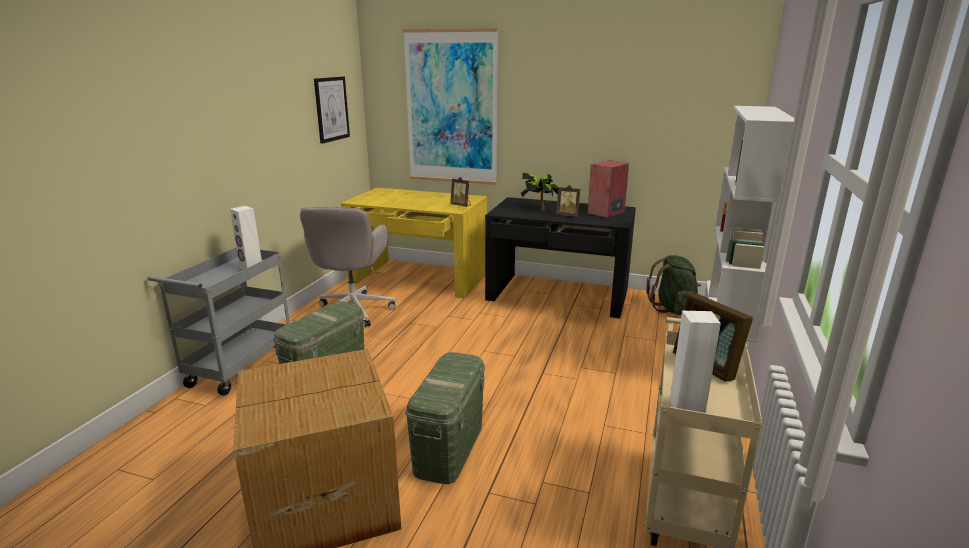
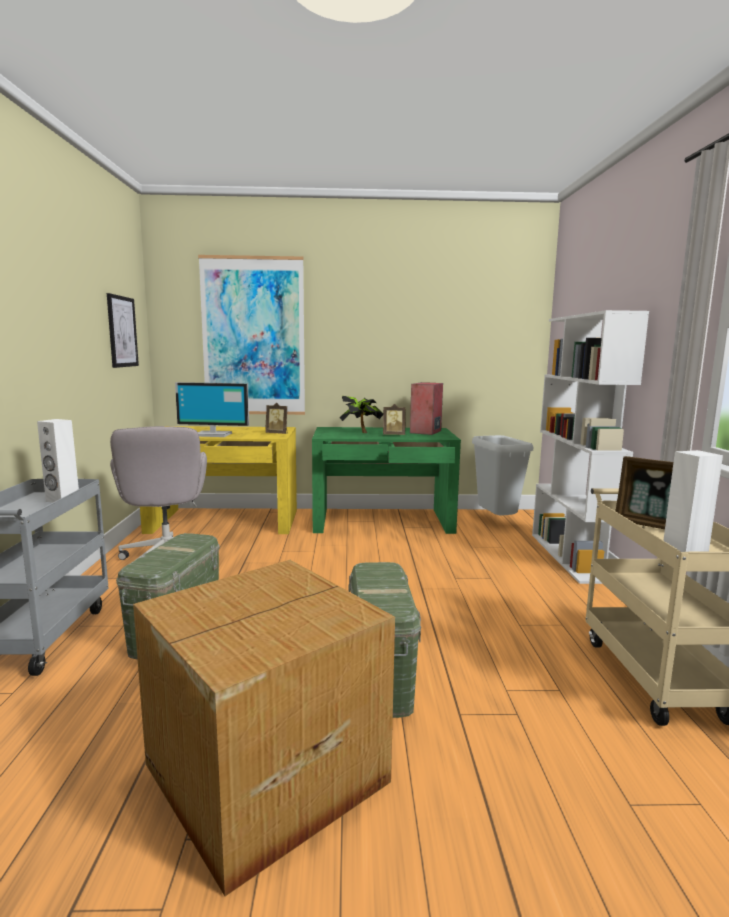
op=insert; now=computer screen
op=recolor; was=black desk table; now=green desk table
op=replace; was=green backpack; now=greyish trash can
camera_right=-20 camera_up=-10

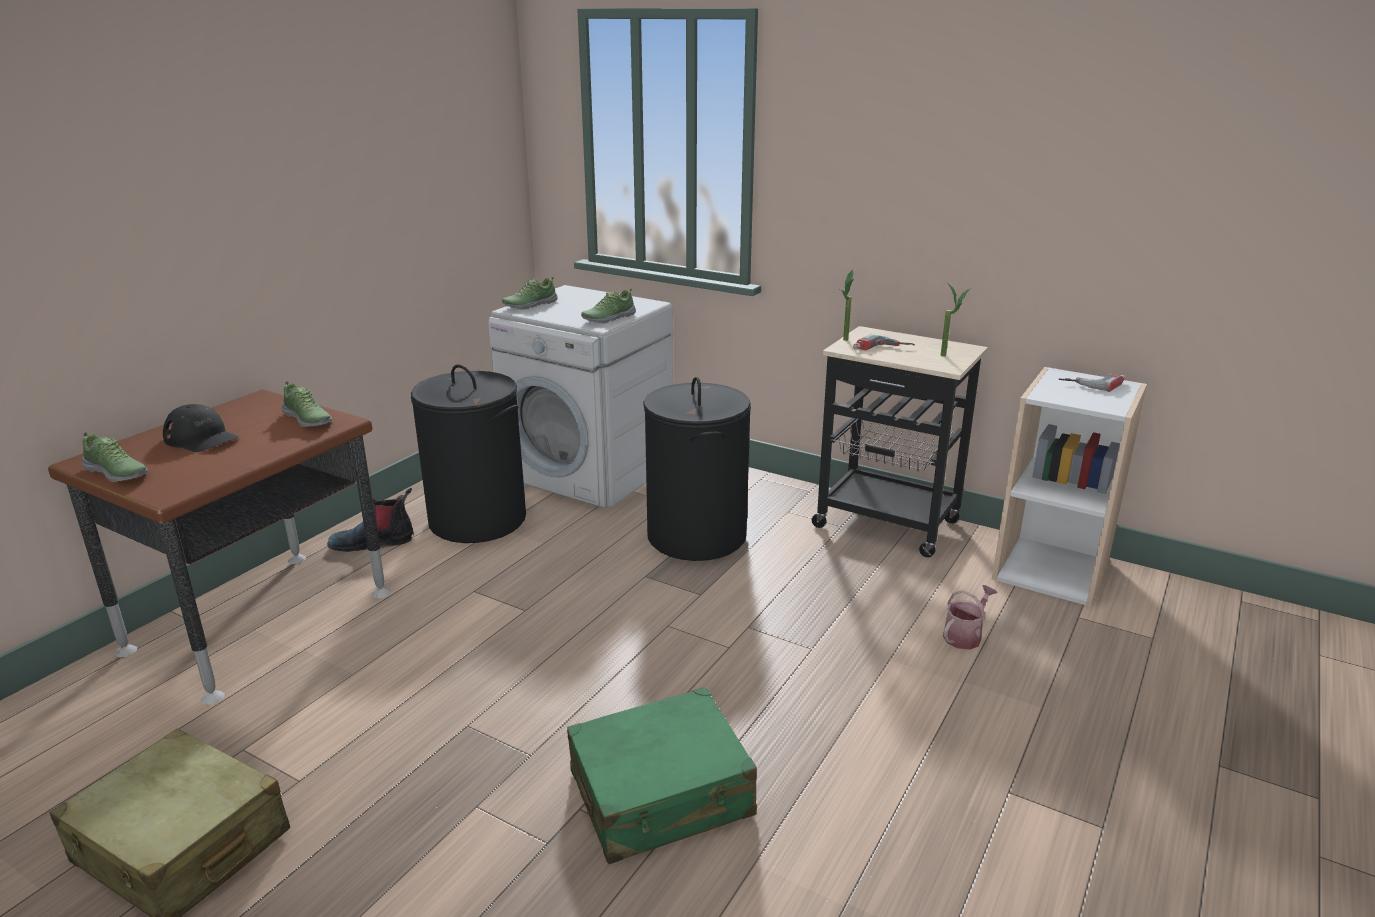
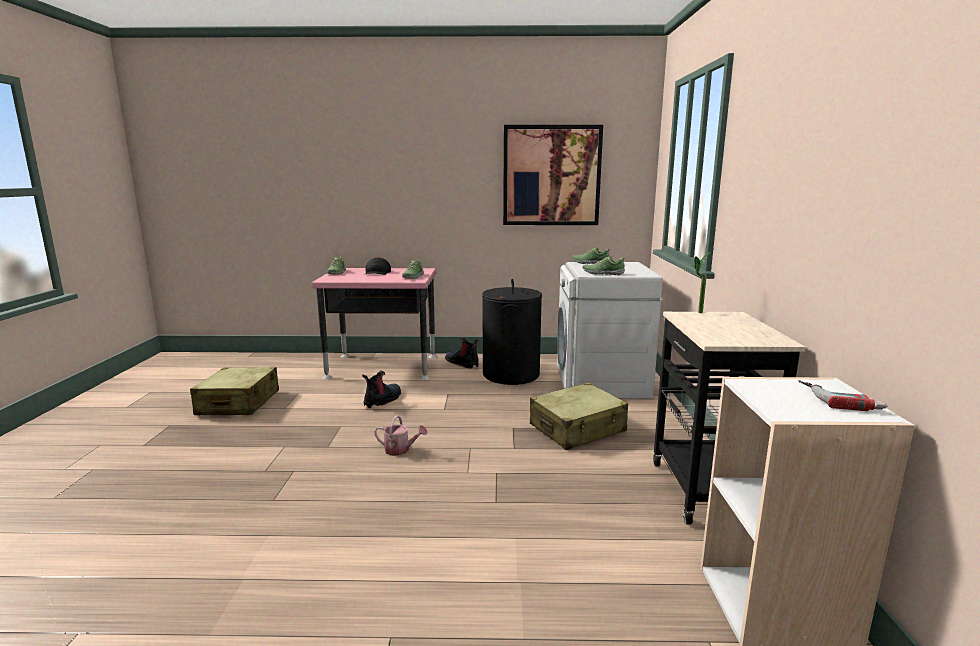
op=recolor; was=brownish desk table; now=pink desk table
op=insert; now=tall boot (1st from left)
op=move; was=watering can
op=insert; now=wall art
op=replace; was=black hamper (2nd from left); now=sand-coloured suitcase (2nd from left)
op=delete; was=green suitcase
op=delete; was=power drill (1st from left)
op=delete; was=potted plant (2nd from left)
camera_right=60 camera_up=-10

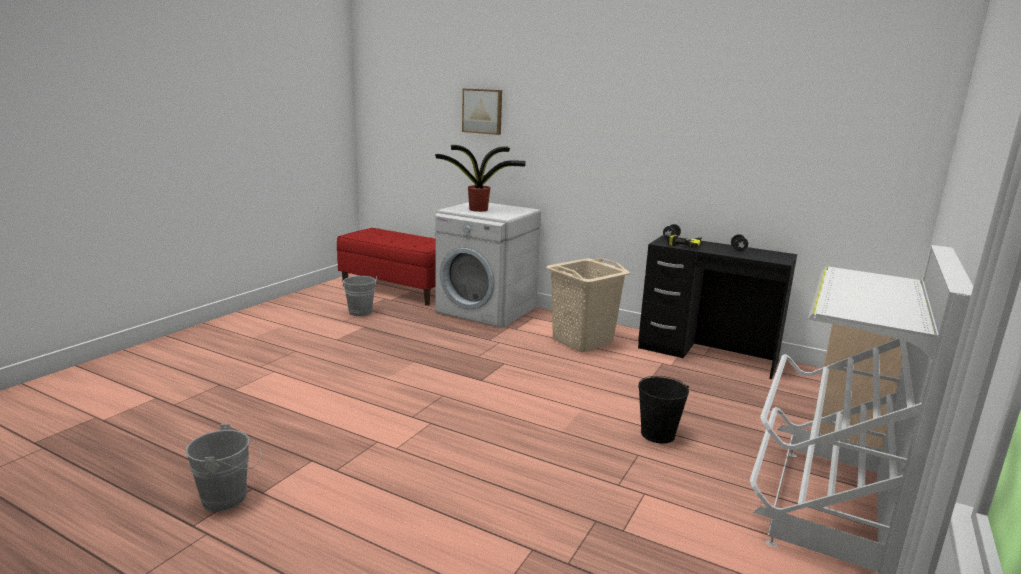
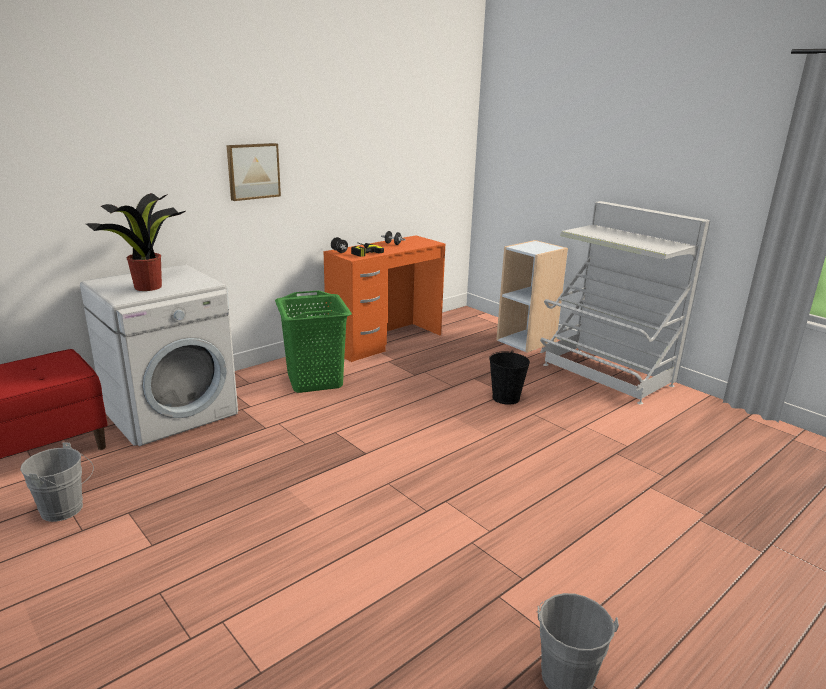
op=move; was=wall art
op=recolor; was=sand-coloured hamper; now=green hamper
op=recolor; was=black desk table; now=orange desk table
camera_right=-70 camera_up=5

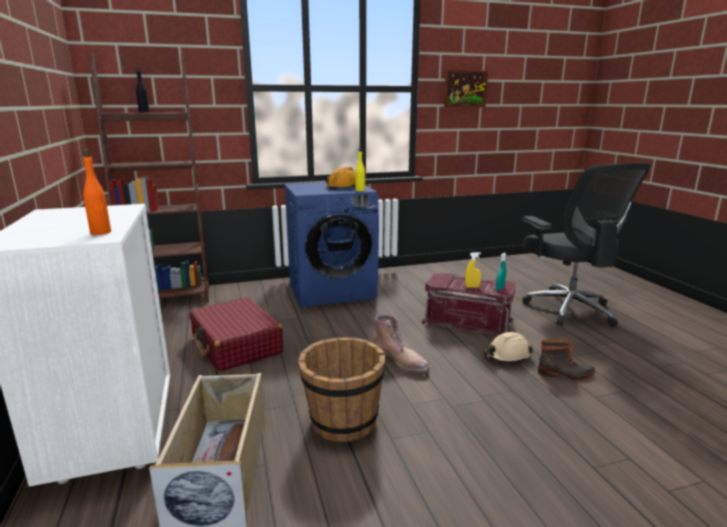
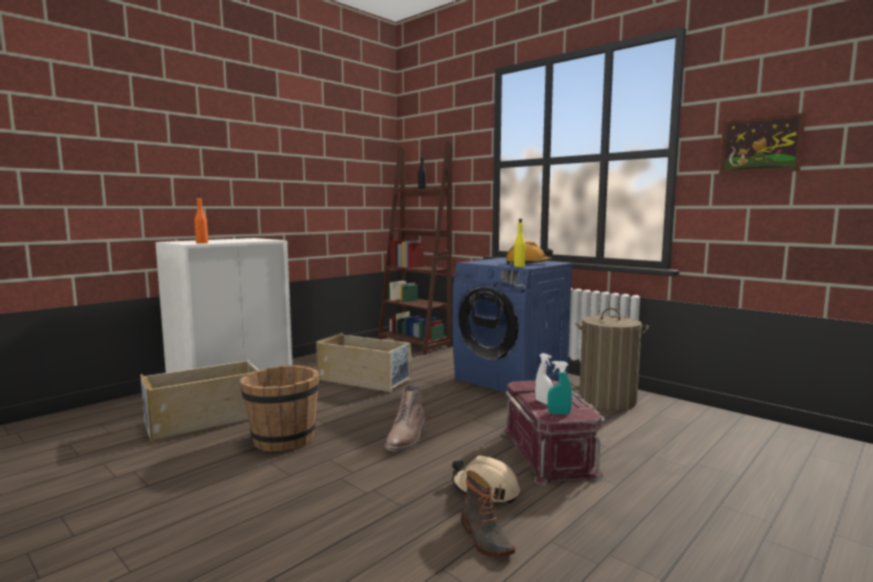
op=replace; was=reddish suitcase; now=sand-coloured storage container (2nd from left)
op=recolor; was=yellow-coloured spray bottle; now=white-coloured spray bottle
op=insert; now=hamper
op=delete; was=desk chair
camera_right=60 camera_up=-10

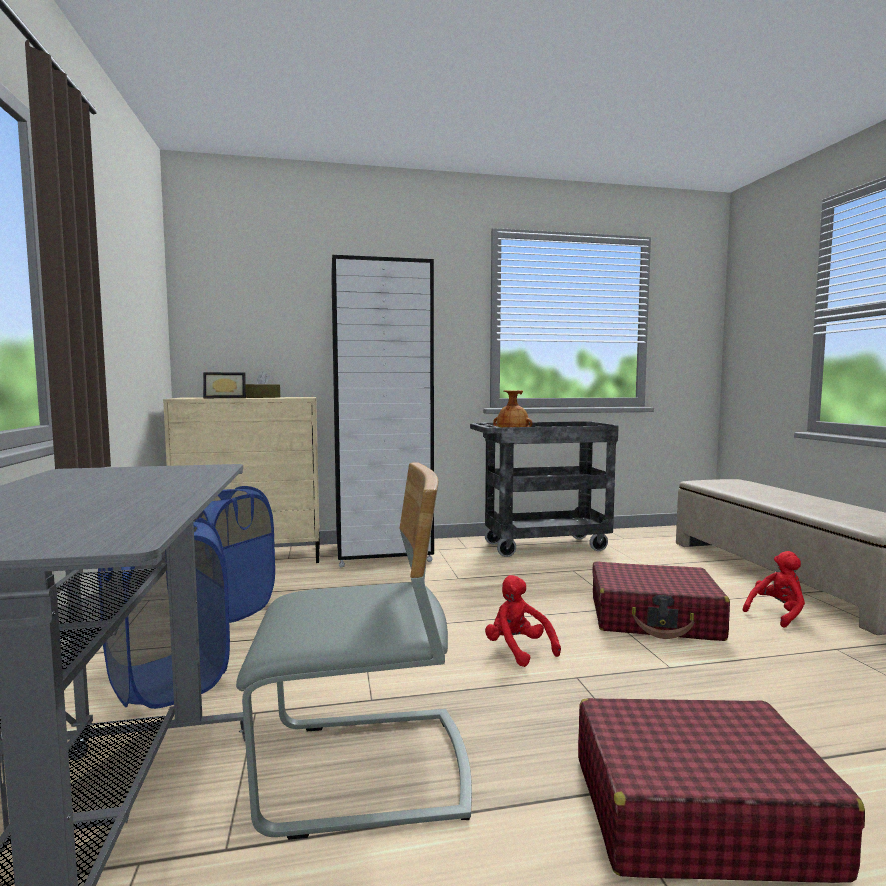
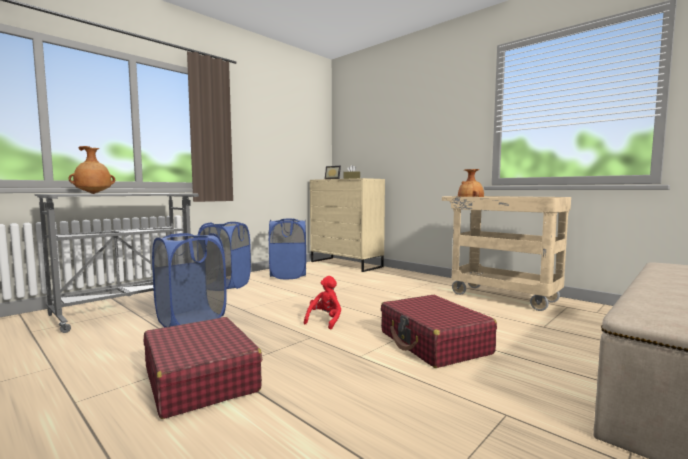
op=insert; now=brownish flower vase (1st from left)
op=replace; was=greyish upright chair; now=blue-coloured hamper (1st from left)
op=recolor; was=black cart; now=sand-coloured cart
op=delete; was=wardrobe
op=delete; was=reddish cuddly toy (2nd from left)
camera_right=55 camera_up=0

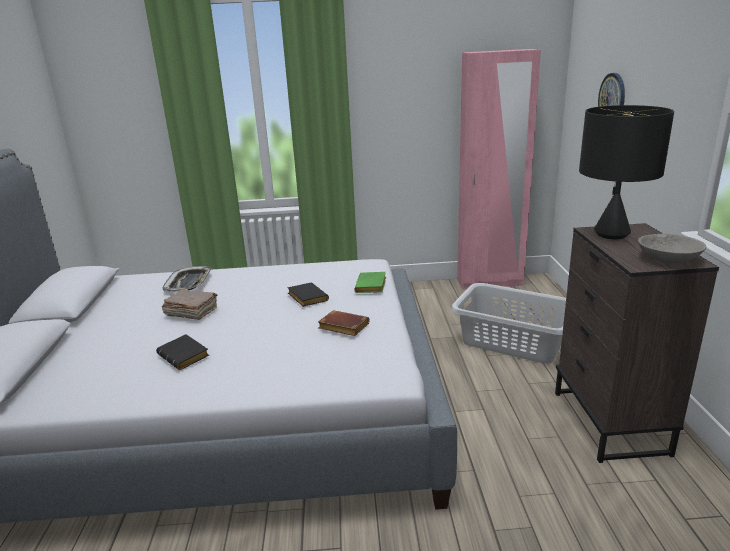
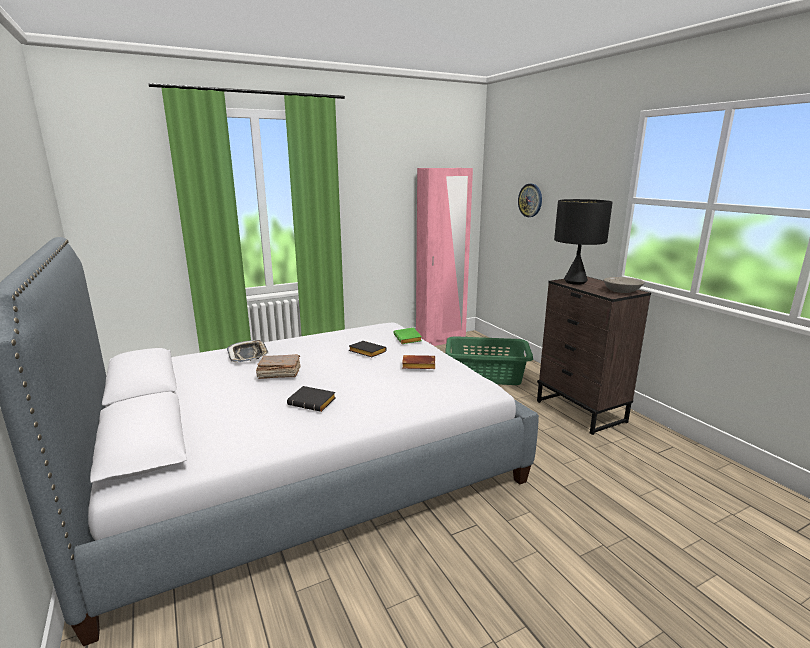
op=recolor; was=greyish hamper; now=green hamper
camera_right=-25 camera_up=-5

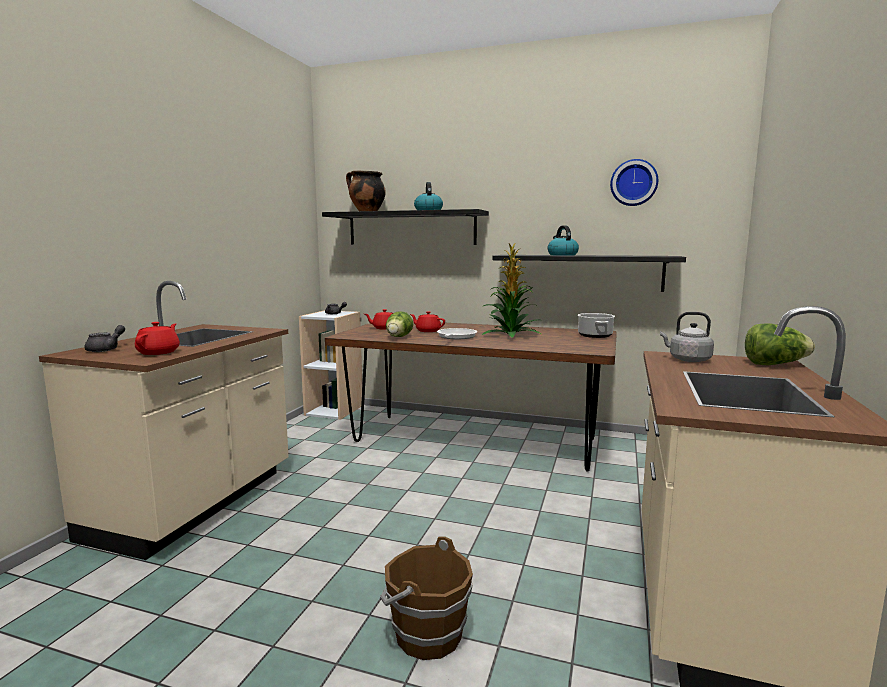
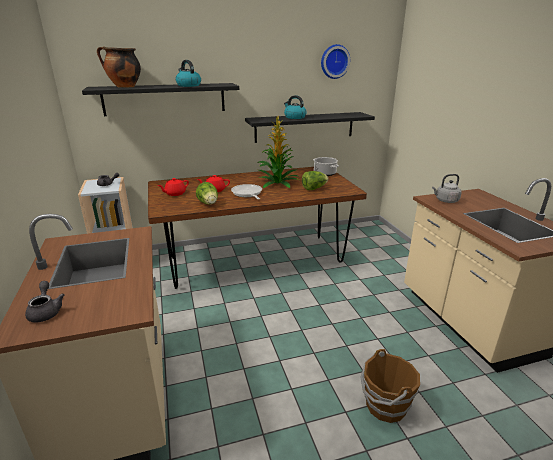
op=move; was=head of lettuce (2nd from left)
op=delete; was=reddish tea pot (1st from left)
camera_right=-35 camera_up=15

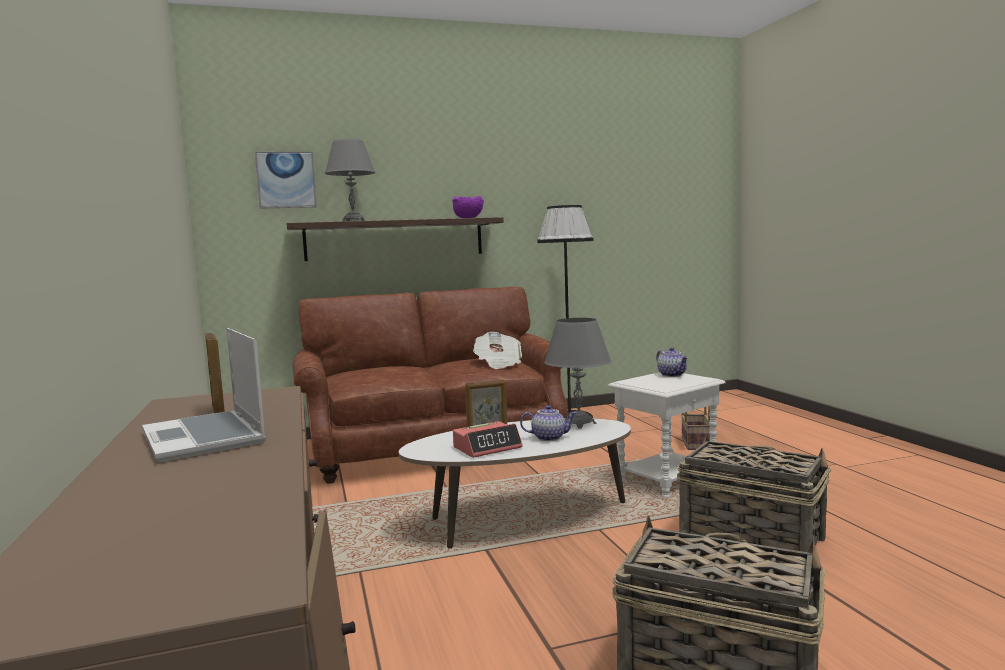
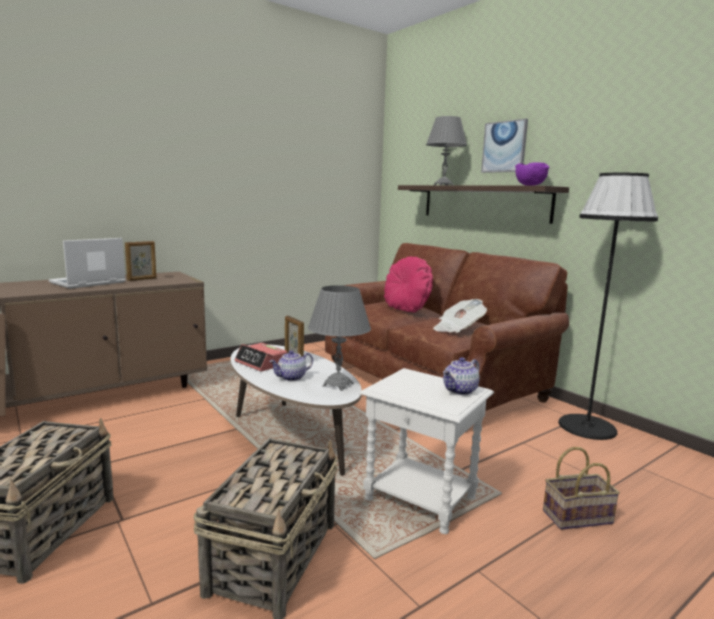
op=rotate; was=tea pot (1st from left); clockwise=75
op=insert; now=pink cushion
op=move; was=wall art
camera_right=70 camera_up=5

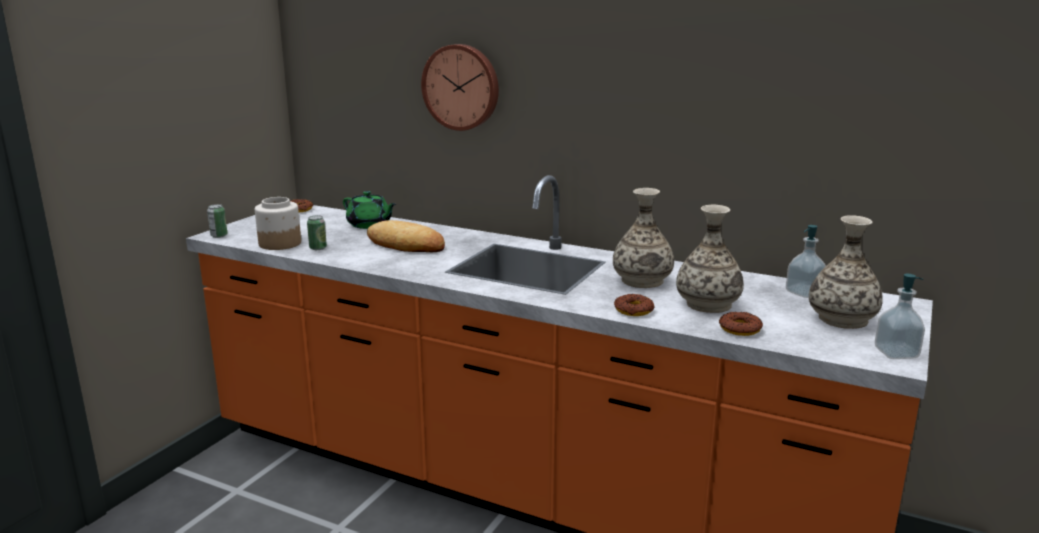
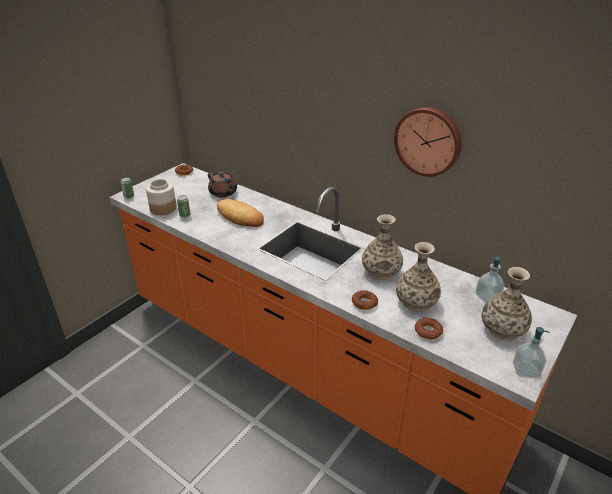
op=recolor; was=green tea pot; now=brownish tea pot
op=move; was=hanging clock
camera_right=10 camera_up=15

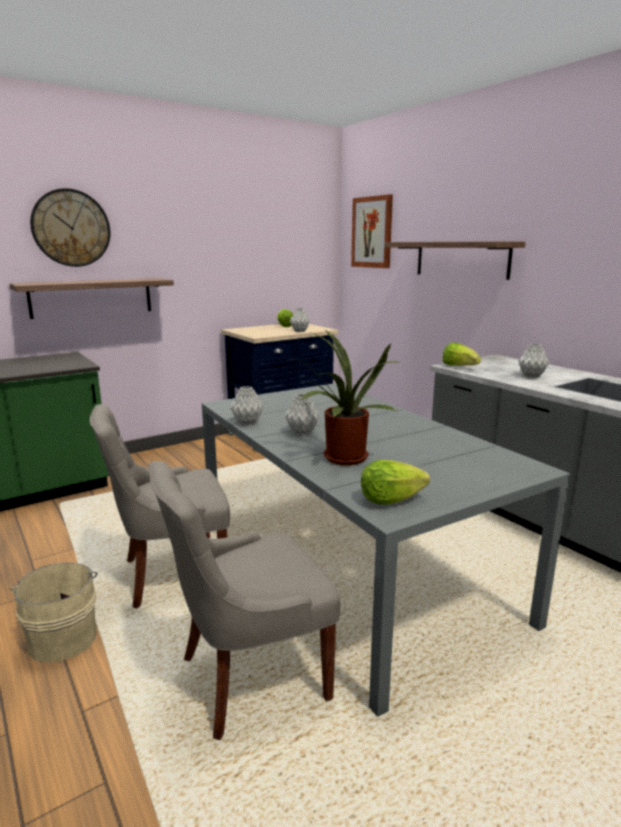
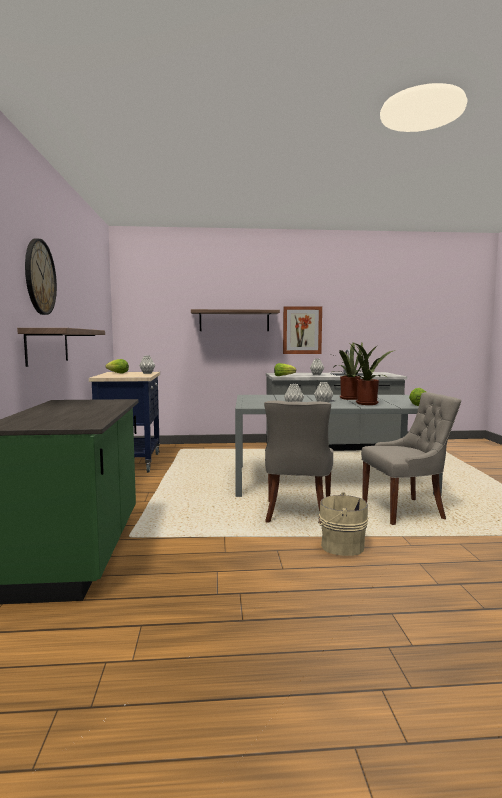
op=move; was=wall art
op=insert; now=potted plant (1st from left)
op=rotate; was=greyish upright chair (2nd from left); clockwise=-105
camera_right=-60 camera_up=-10

